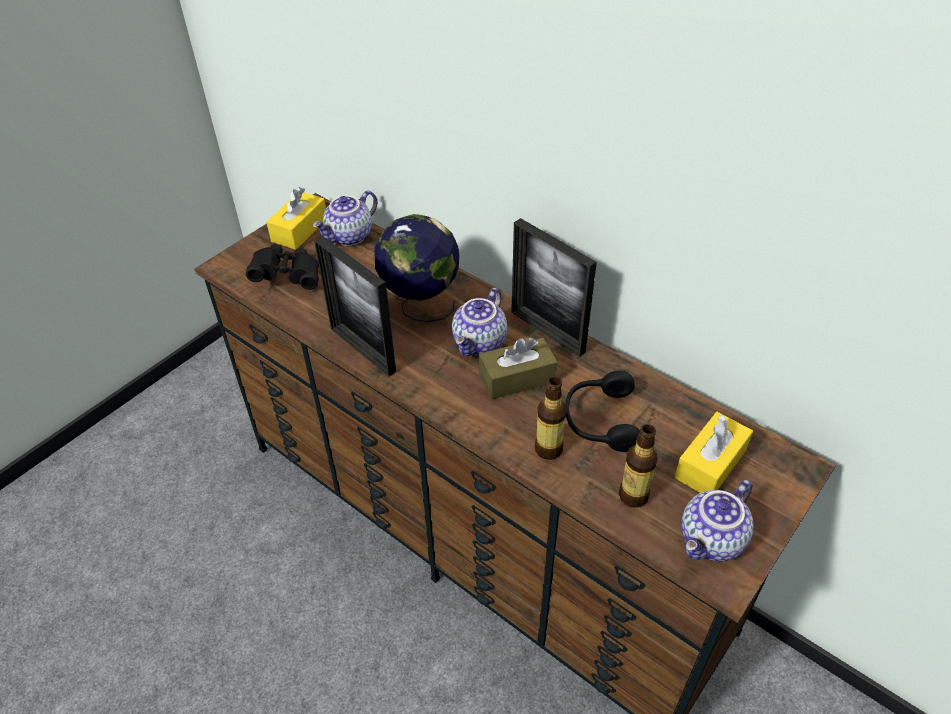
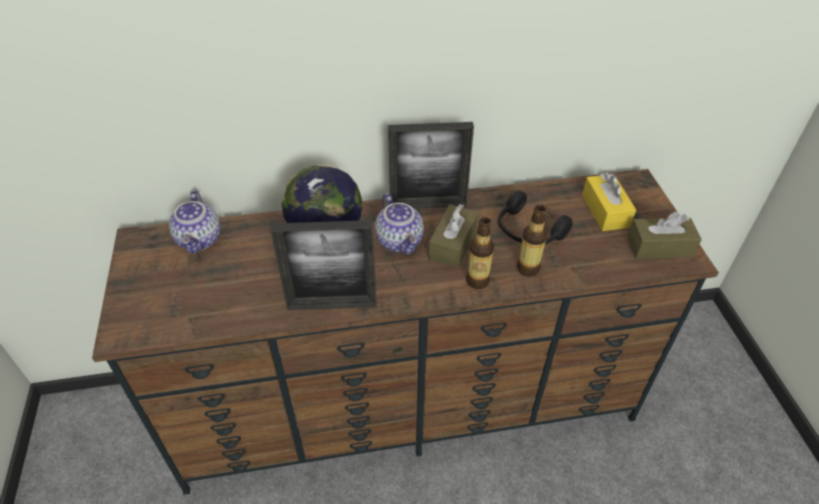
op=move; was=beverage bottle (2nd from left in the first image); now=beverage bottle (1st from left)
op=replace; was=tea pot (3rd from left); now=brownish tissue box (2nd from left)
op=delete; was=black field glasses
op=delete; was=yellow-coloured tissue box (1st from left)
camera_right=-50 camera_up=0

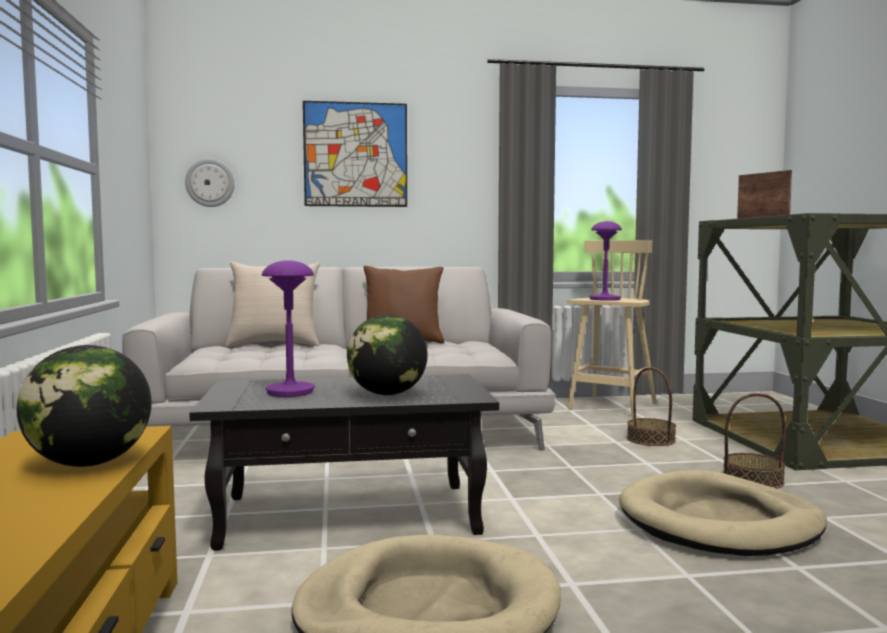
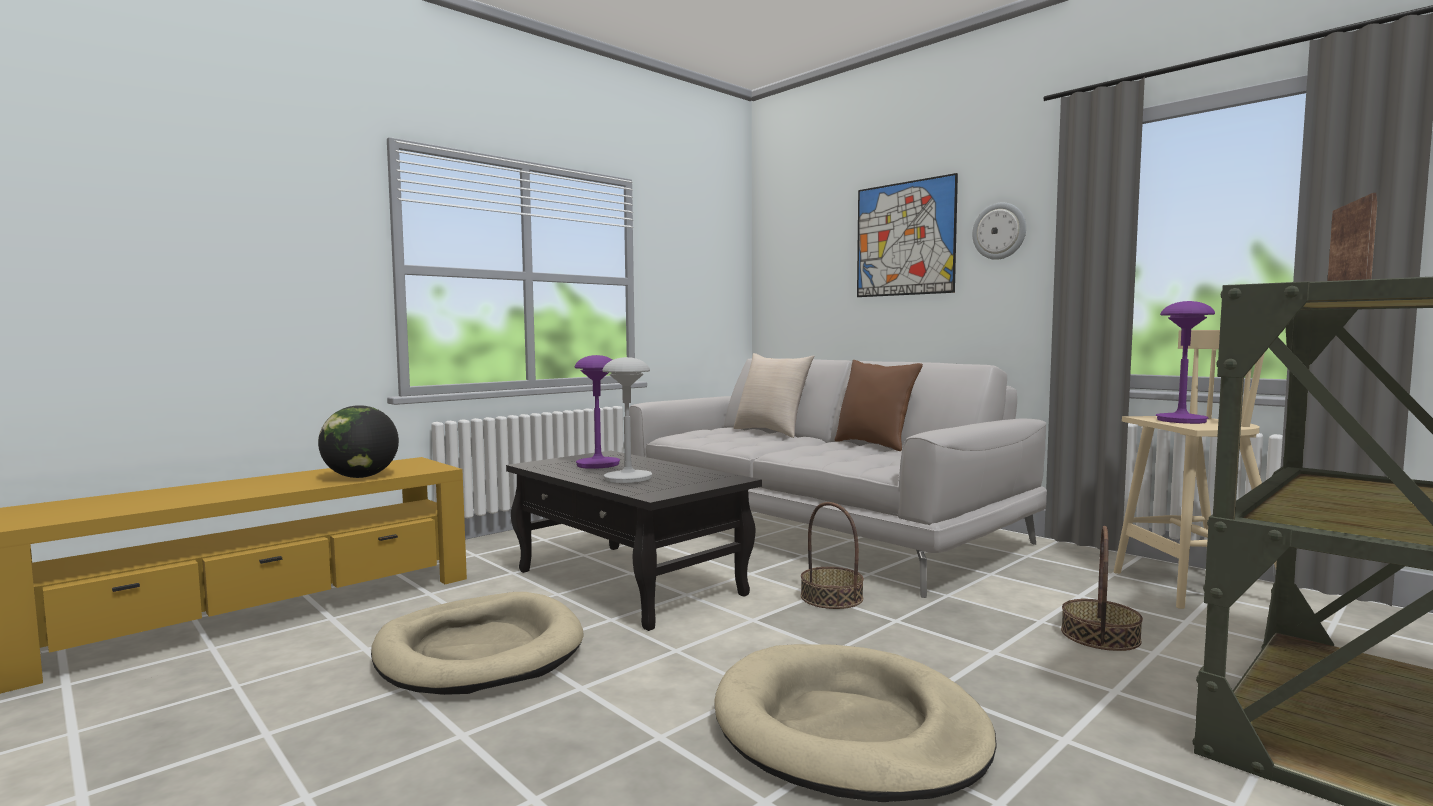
op=replace; was=desk globe (2nd from left); now=greyish tabletop lamp
op=move; was=household basket (2nd from left in the first image); now=household basket (1st from left)
op=move; was=hanging clock
camera_right=55 camera_up=0

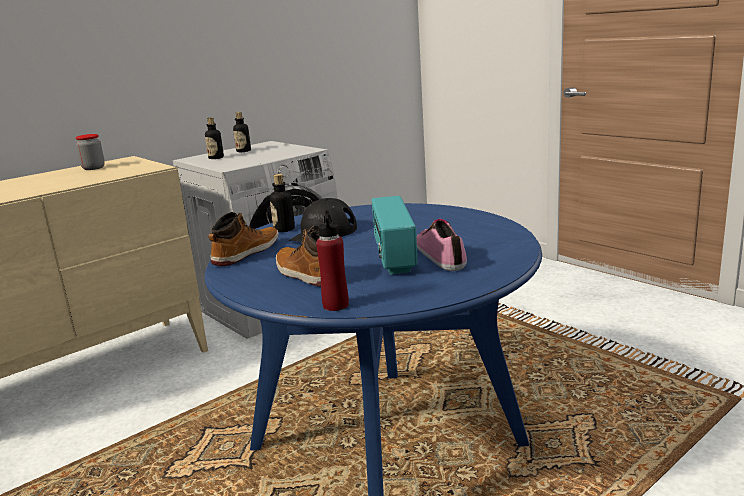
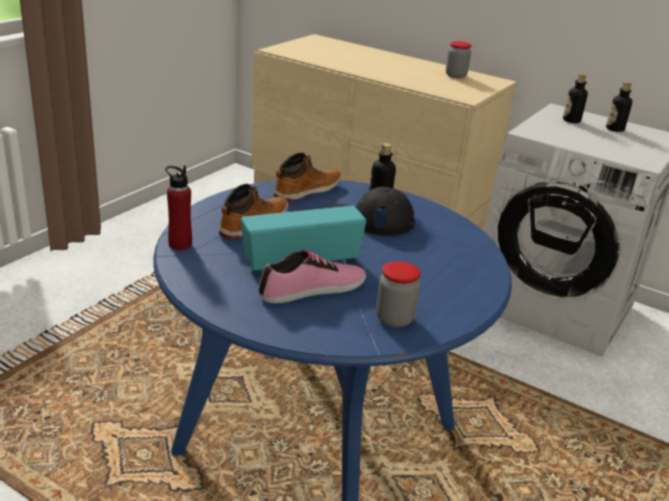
op=rotate; was=tall boot (1st from left in the first image); clockwise=-60
op=insert; now=jar (1st from left)
camera_right=70 camera_up=10

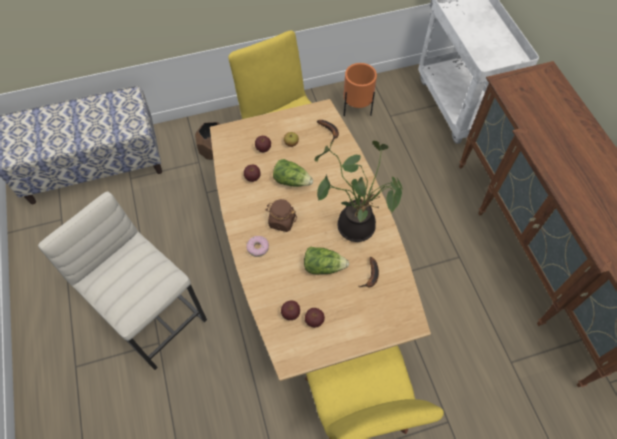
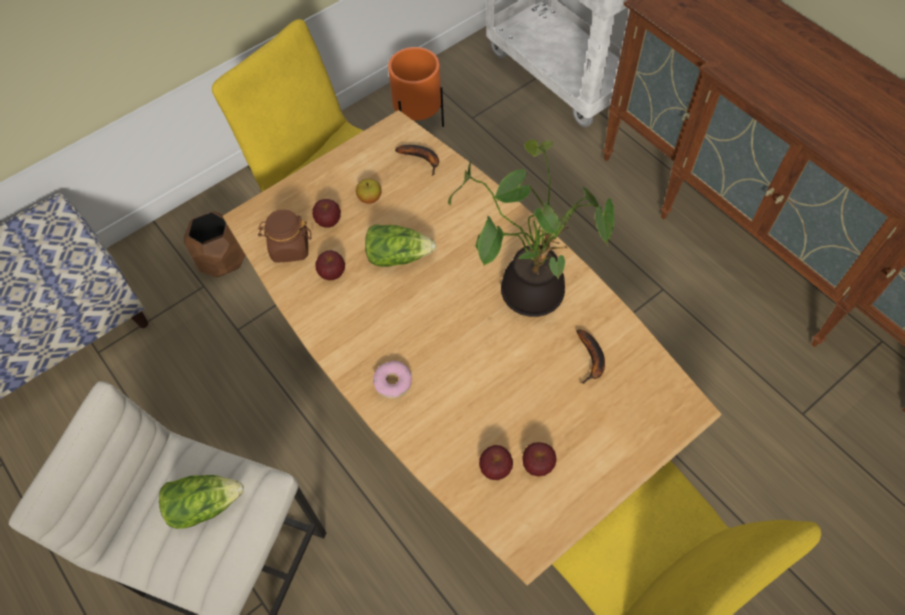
op=move; was=head of lettuce (2nd from left in the first image); now=head of lettuce (1st from left)
op=move; was=brownish jar
camera_right=-20 camera_up=0

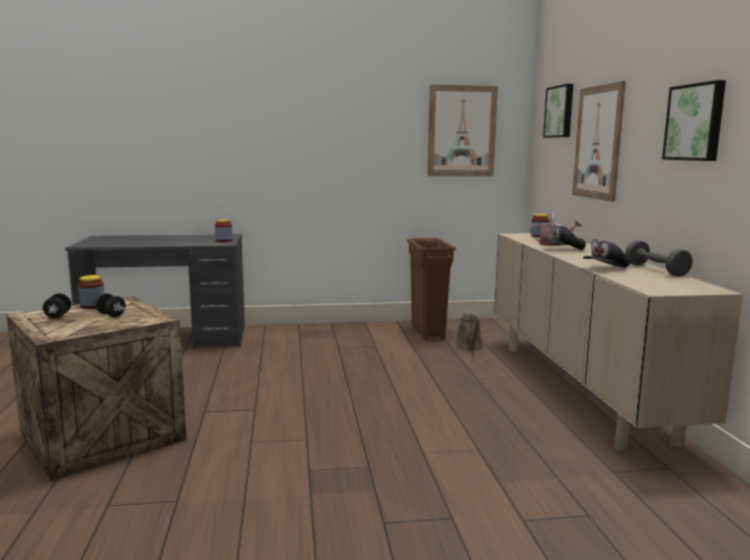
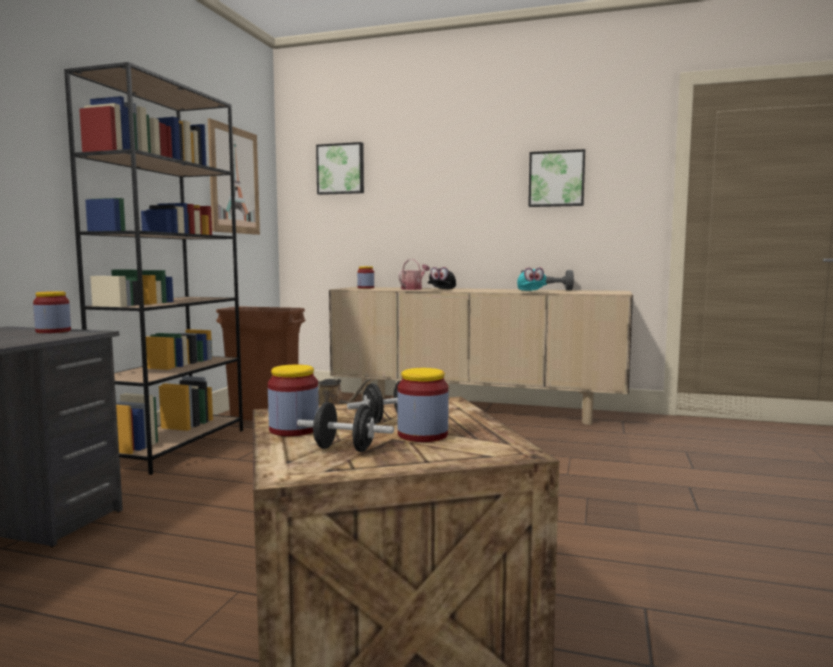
op=insert; now=sand-coloured bookcase
op=insert; now=jar (4th from left)
op=recolor; was=black baseball cap (2nd from left); now=turquoise-coloured baseball cap
op=delete; was=wall art (3rd from left)
camera_right=-65 camera_up=-5

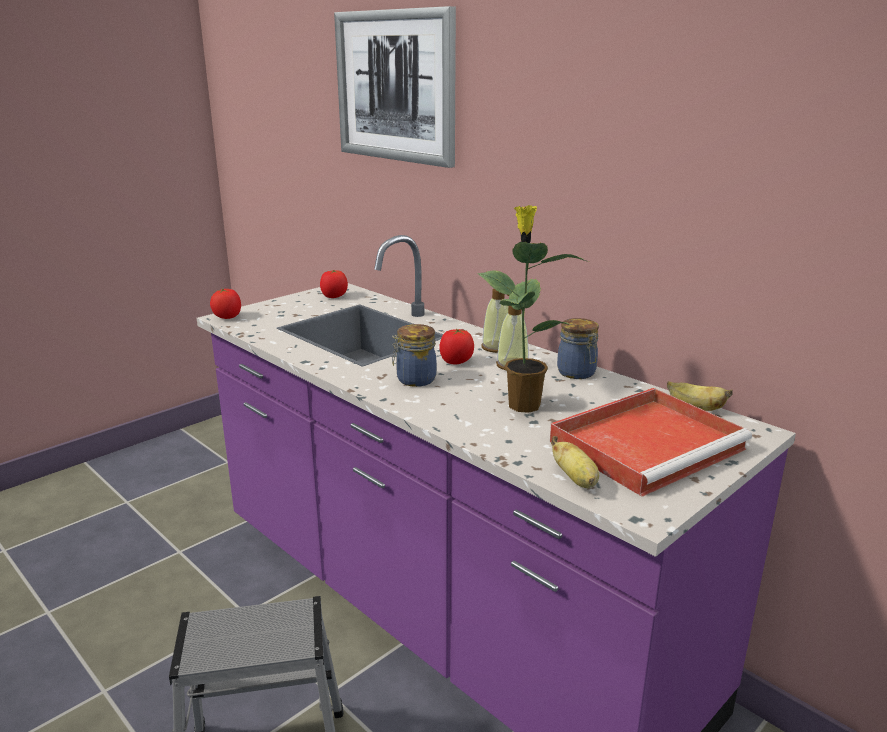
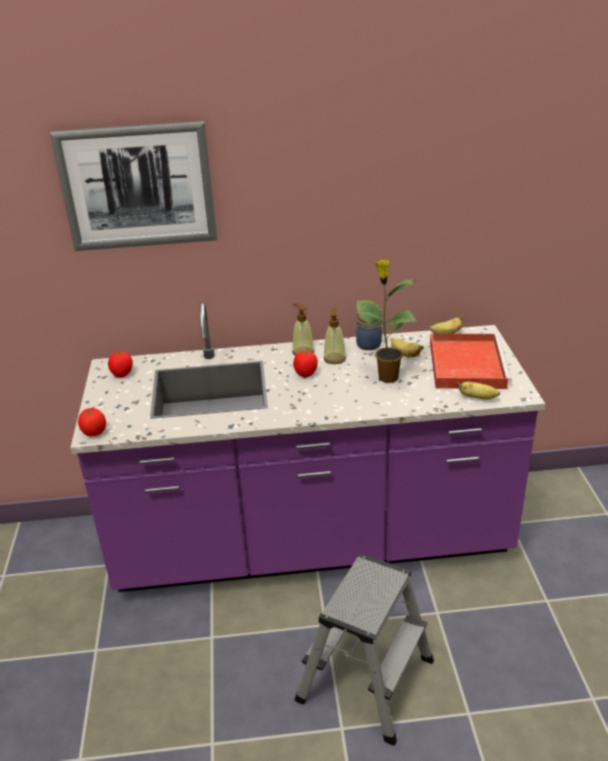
op=insert; now=whole banana (1st from left)
op=delete; was=jar (1st from left)
camera_right=-50 camera_up=10

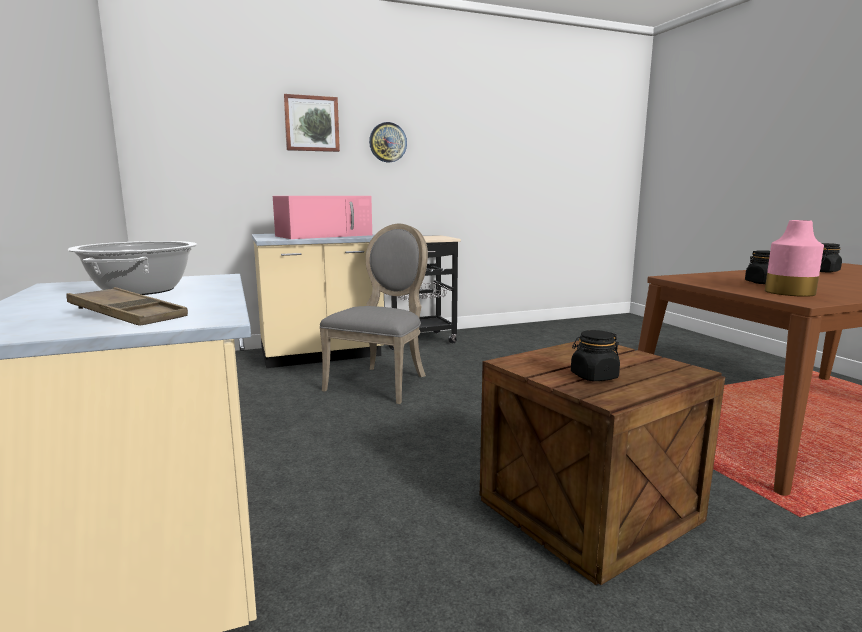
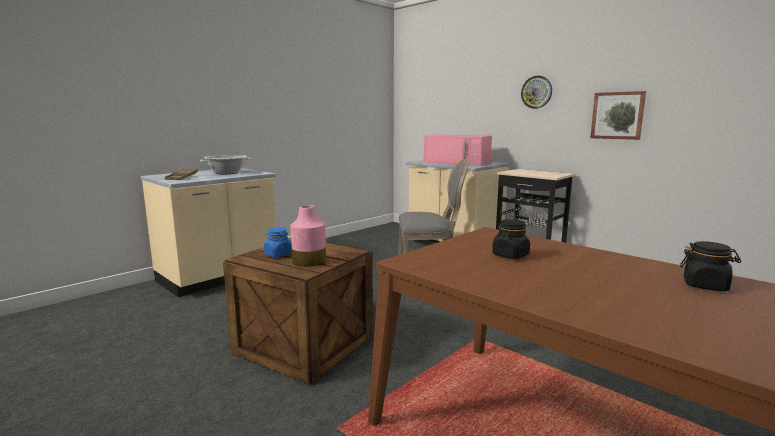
op=recolor; was=black jar (1st from left); now=blue-coloured jar
op=move; was=pink flower vase
op=move; was=wall art
camera_right=65 camera_up=0

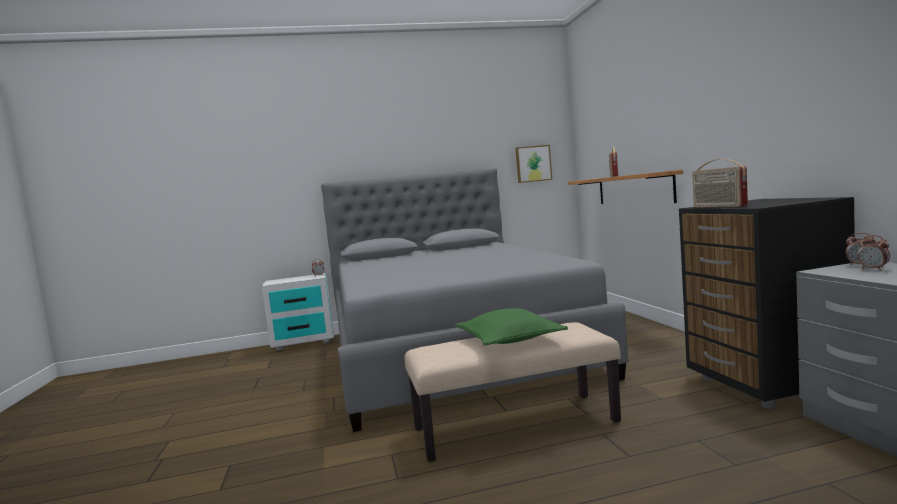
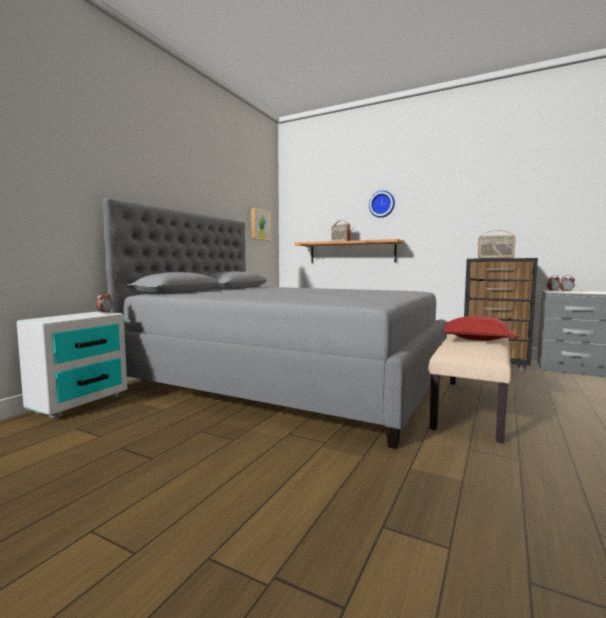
op=insert; now=hanging clock
op=recolor; was=green cushion; now=reddish cushion
camera_right=-50 camera_up=0

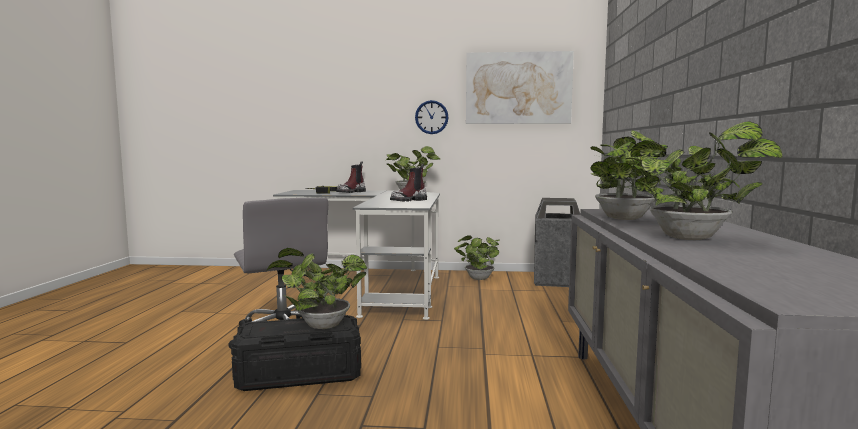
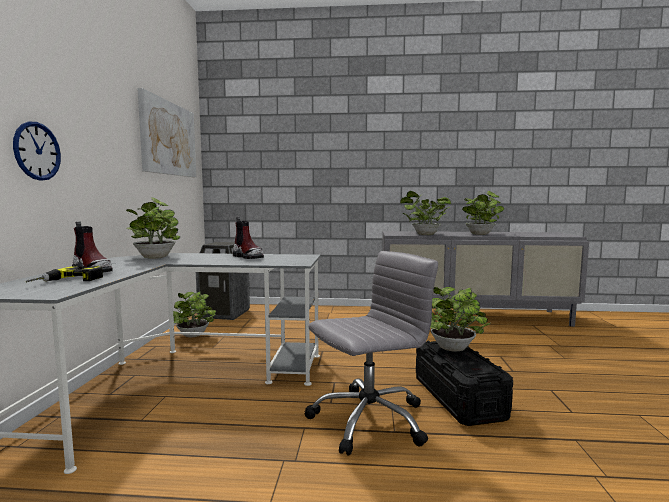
op=move; was=hanging clock
camera_right=-90 camera_up=0

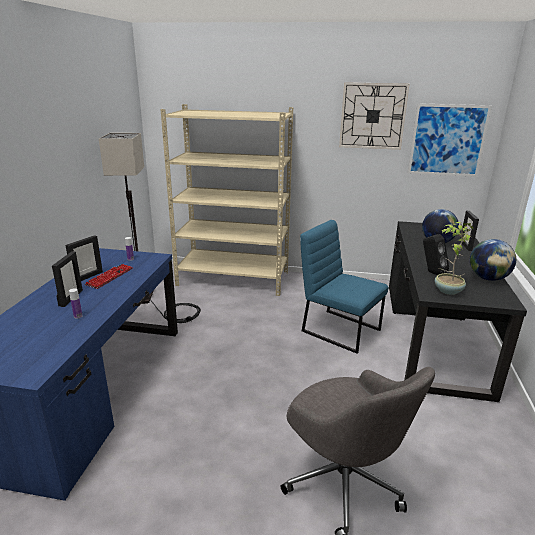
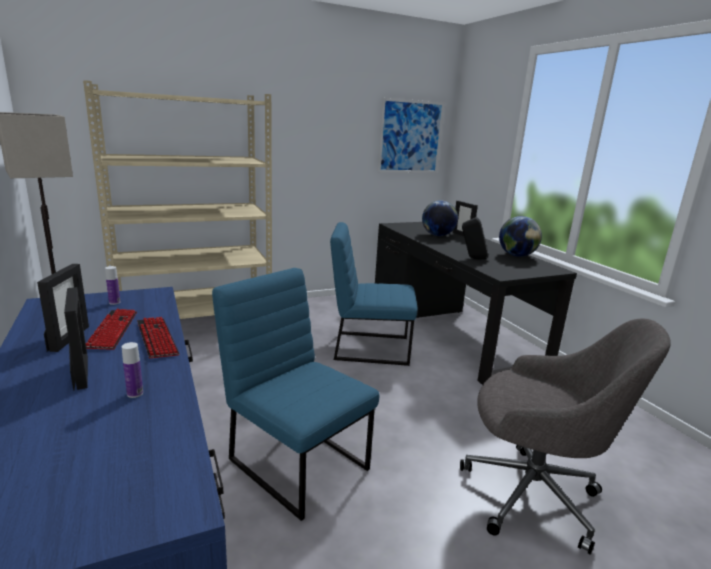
op=insert; now=keyboard (2nd from left)
op=insert; now=blue-coloured upright chair (1st from left)
op=delete; was=hanging clock
op=delete; was=potted plant
camera_right=-35 camera_up=-5

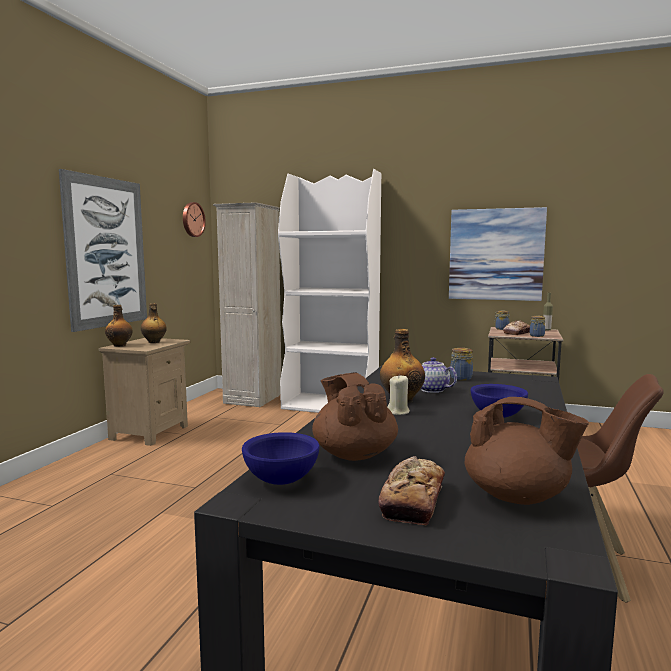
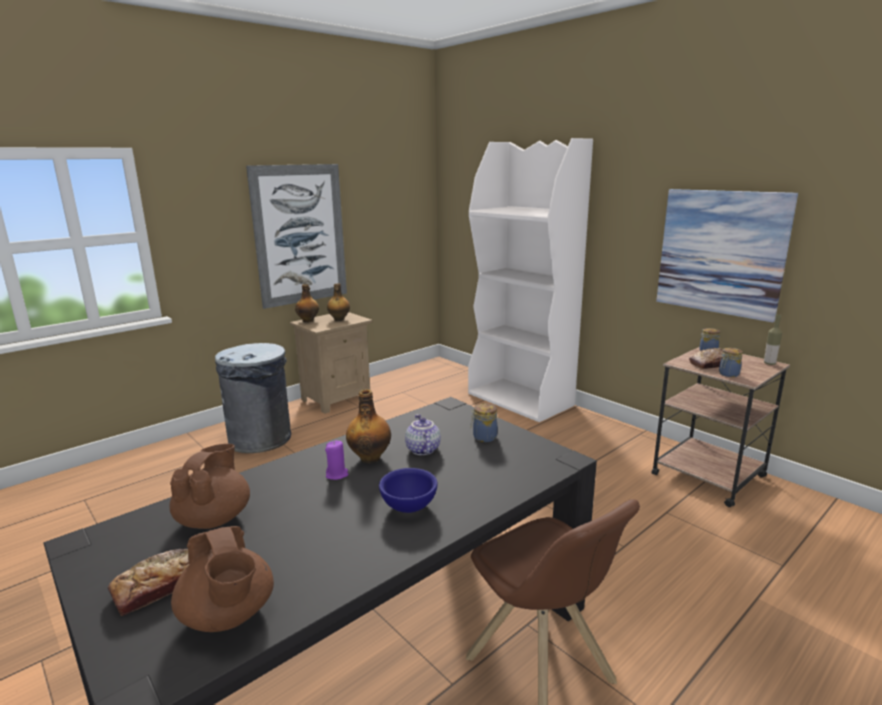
op=insert; now=greyish trash can
op=recolor; was=sand-coloured candle; now=purple-coloured candle
op=delete; was=hanging clock
op=delete; was=sand-coloured storage cabinet
op=delete; was=blue-coloured deep dish (1st from left)
camera_right=30 camera_up=10

